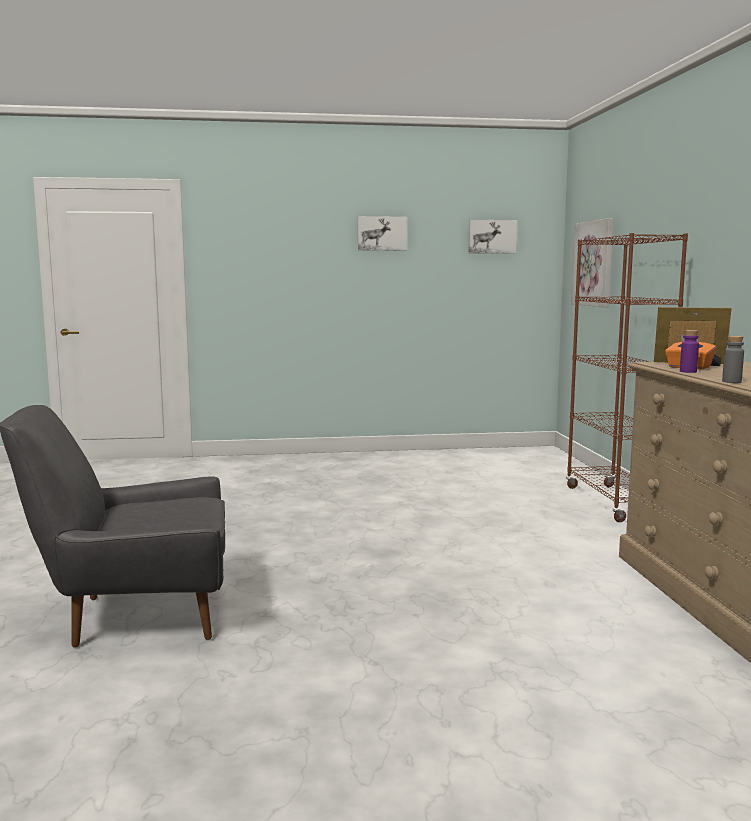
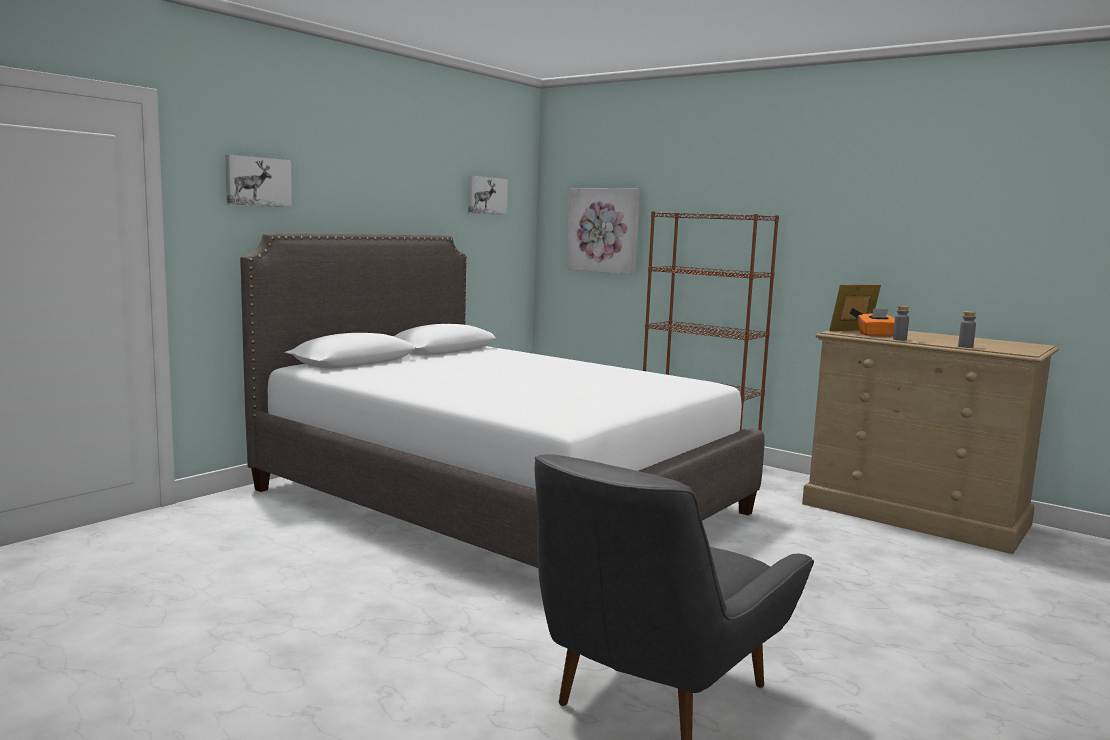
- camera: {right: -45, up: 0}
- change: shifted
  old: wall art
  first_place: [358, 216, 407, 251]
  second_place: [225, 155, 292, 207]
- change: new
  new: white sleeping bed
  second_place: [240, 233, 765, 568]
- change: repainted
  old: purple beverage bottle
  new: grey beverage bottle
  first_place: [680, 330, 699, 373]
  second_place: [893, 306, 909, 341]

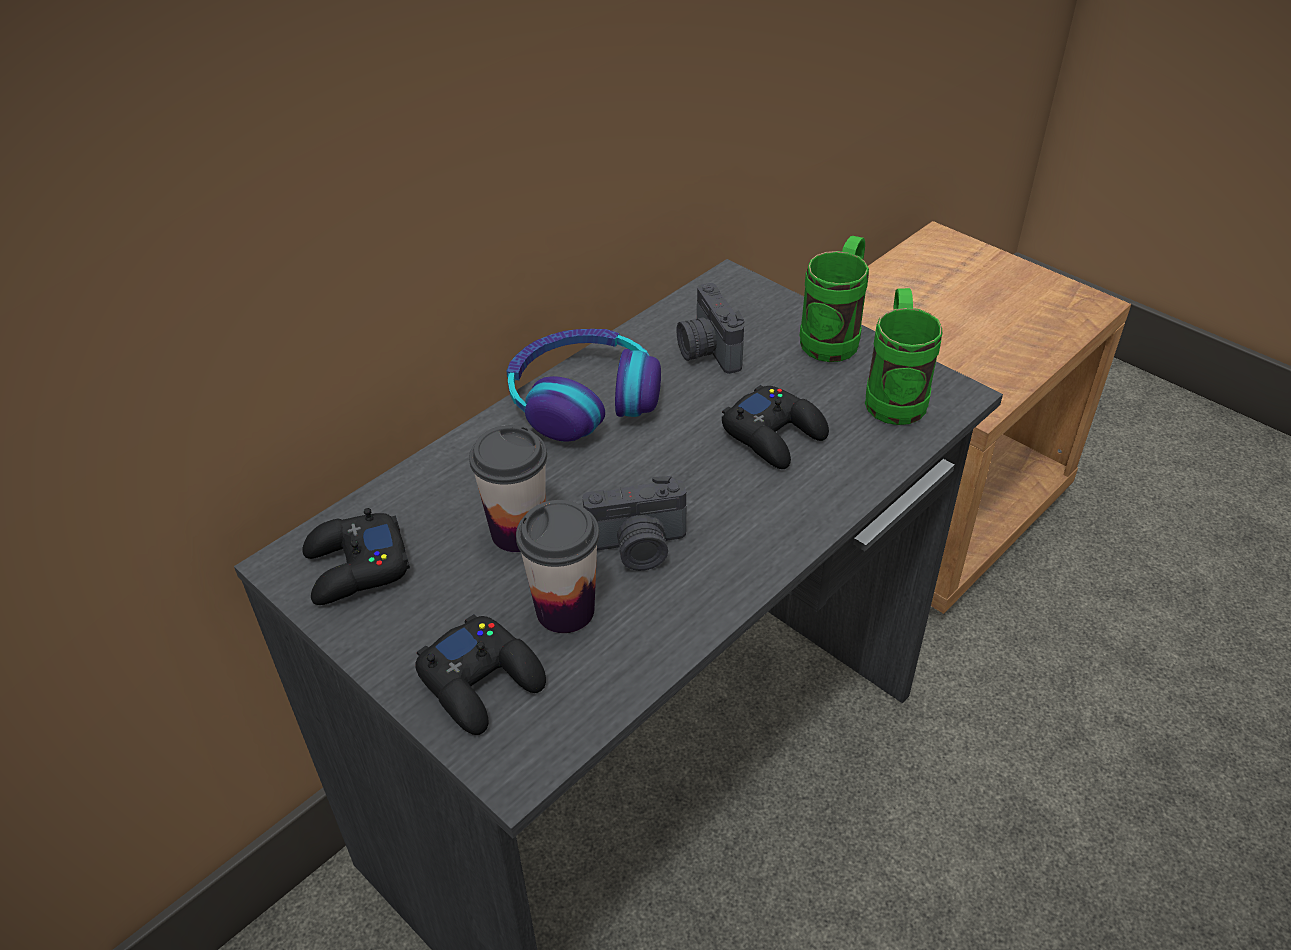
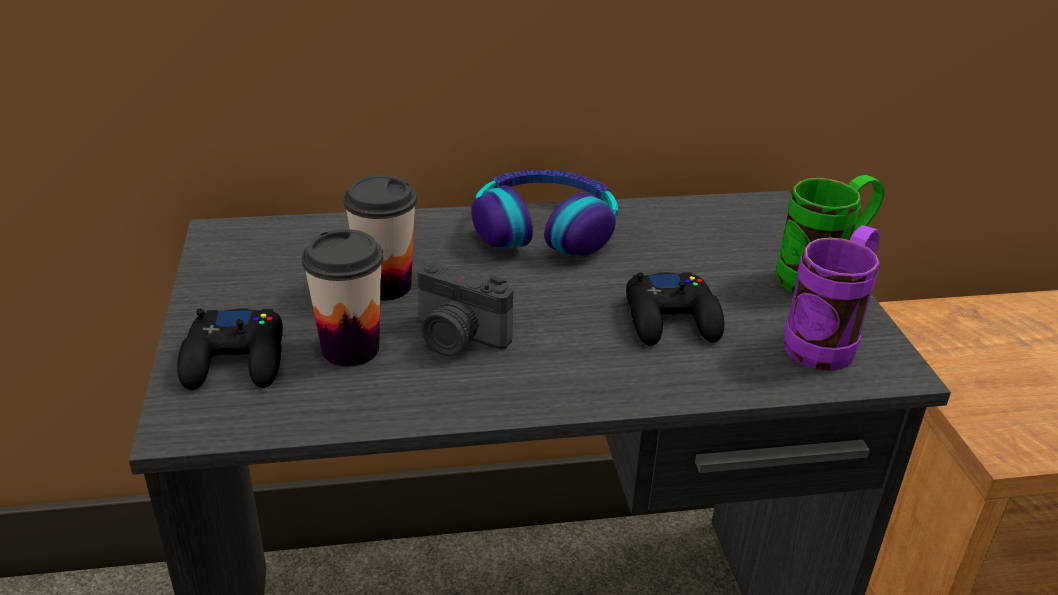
- camera: {right: 35, up: -10}
- change: repainted
  old: green coffee mug
  new: purple coffee mug
  first_place: [865, 288, 942, 425]
  second_place: [784, 225, 880, 371]
- change: gone
  old: black-coloured game controller
  first_place: [302, 508, 410, 605]
- change: gone
  old: still camera
  first_place: [676, 283, 744, 374]

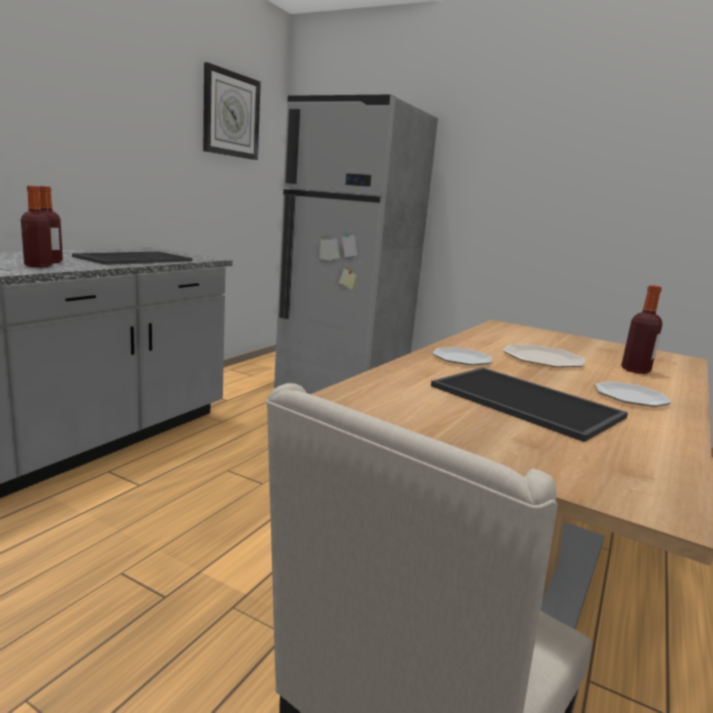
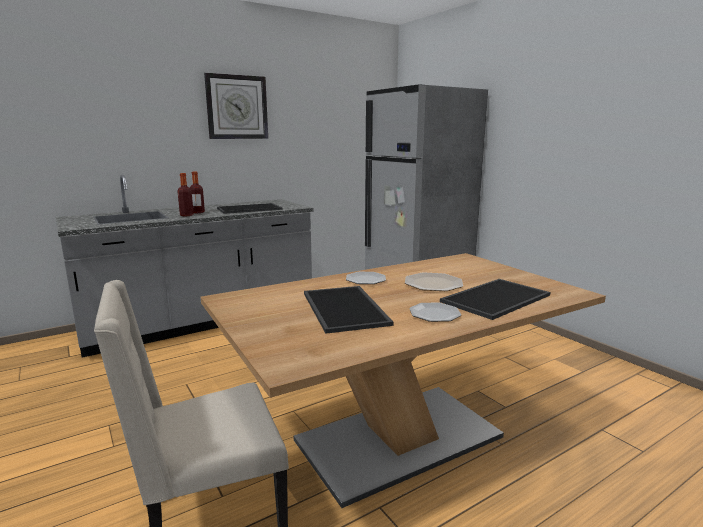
- camera: {right: 30, up: 0}
- change: shifted
  old: hanging clock
  first_place: [203, 62, 261, 160]
  second_place: [204, 73, 268, 139]
- change: swapped
  old: beverage bottle
  new: tray
  first_place: [621, 285, 663, 374]
  second_place: [440, 279, 551, 320]

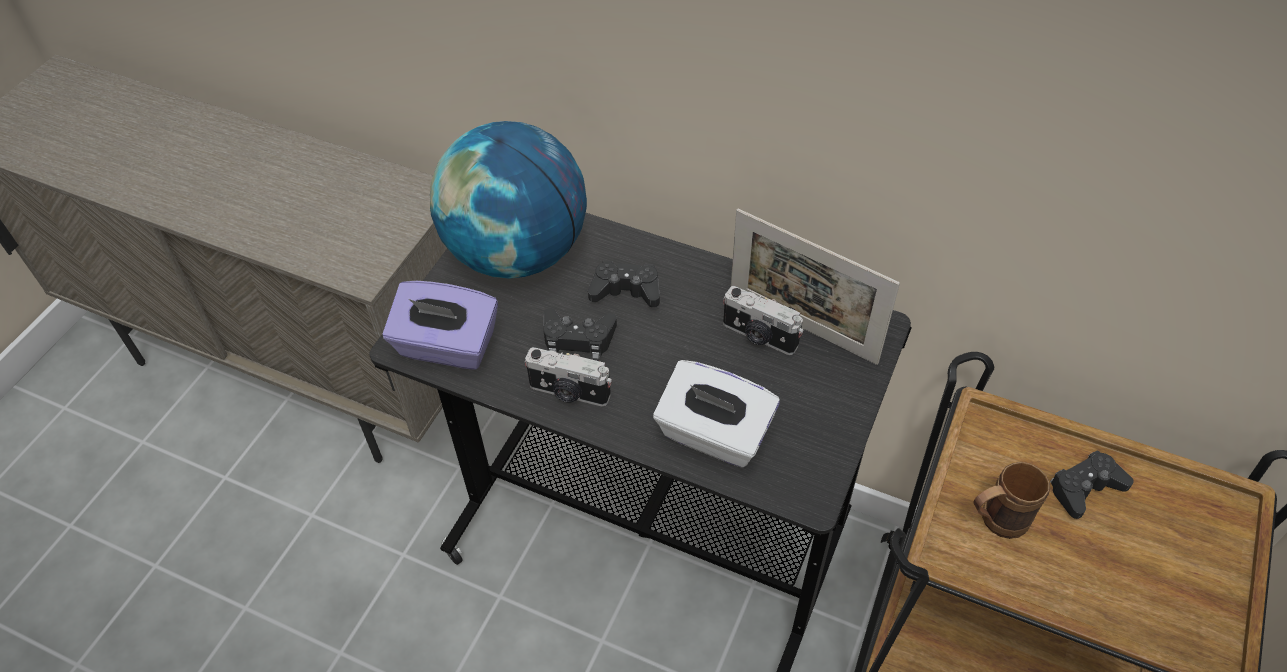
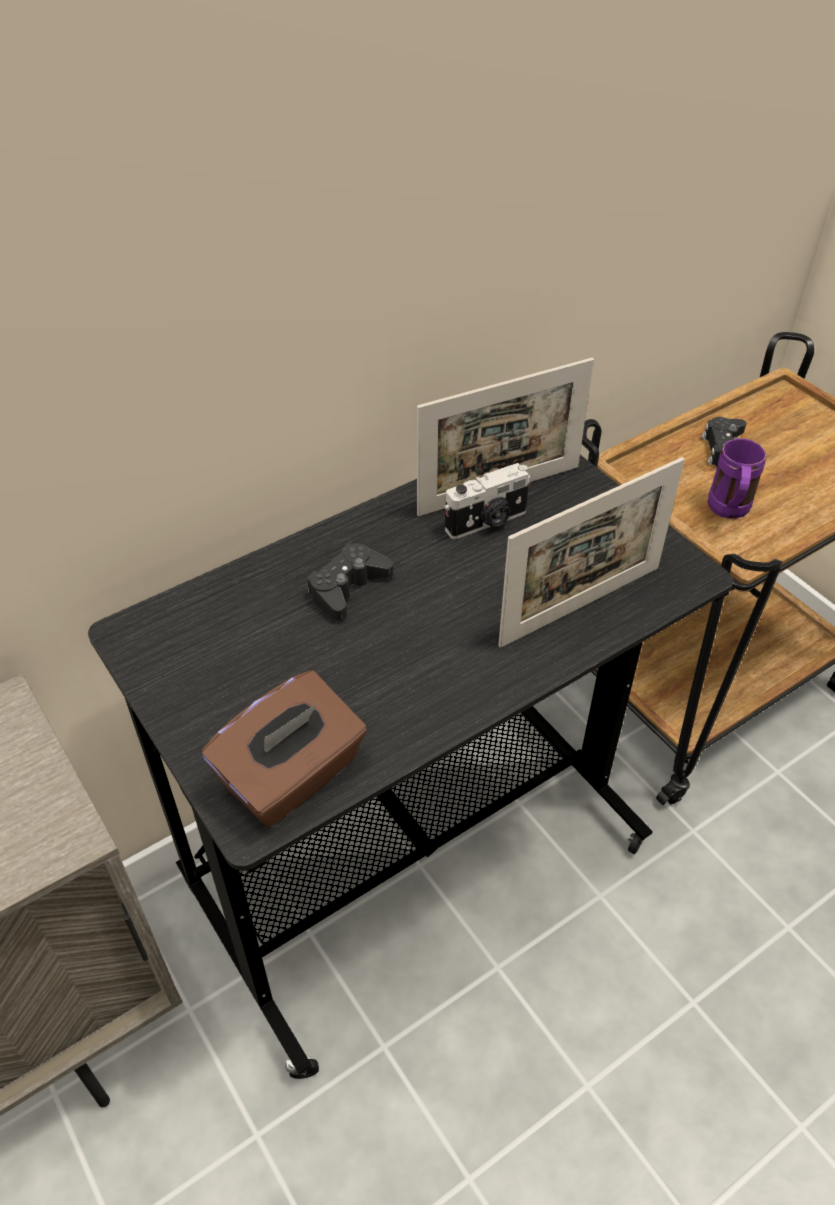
- camera: {right: -60, up: -5}
- change: repainted
  old: purple tissue holder
  new: brownish tissue holder
  first_place: [383, 281, 498, 370]
  second_place: [201, 670, 367, 827]
- change: swapped
  old: white tissue holder
  new: picture frame
  first_place: [653, 360, 780, 468]
  second_place: [498, 457, 685, 648]
- change: repainted
  old: brownish coffee mug
  new: purple coffee mug
  first_place: [973, 462, 1050, 539]
  second_place: [708, 439, 767, 519]
- change: gone
  old: world globe
  first_place: [430, 121, 587, 278]
- change: gone
  old: still camera
  first_place: [525, 347, 612, 407]
- change: gone
  old: black-coloured game controller
  first_place: [543, 308, 617, 359]

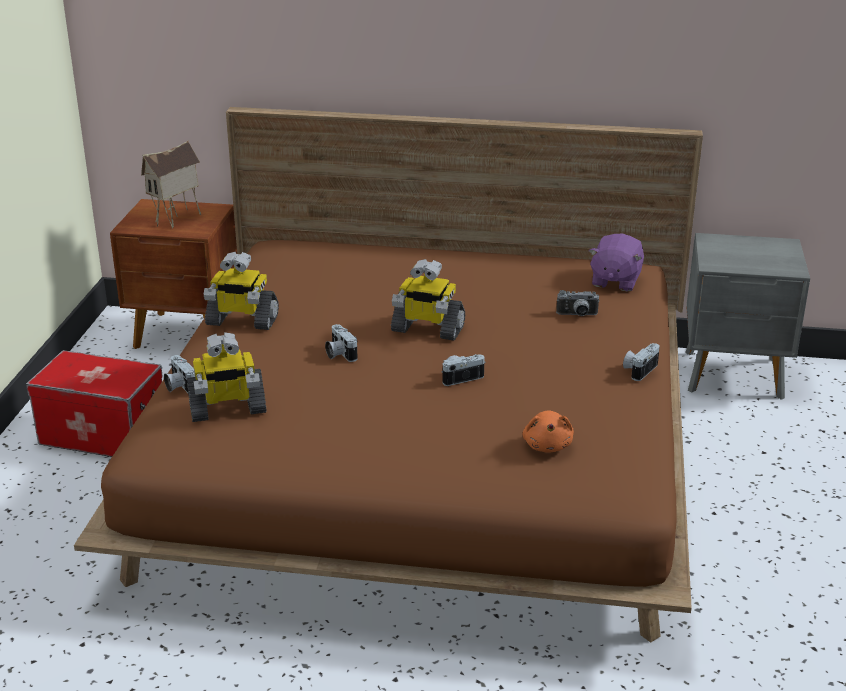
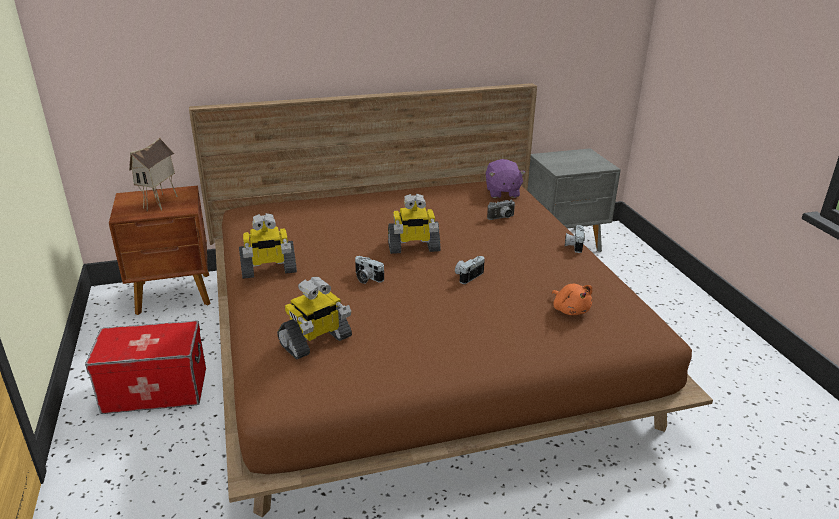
- camera: {right: -25, up: 0}
- change: gone
  old: still camera
  first_place: [164, 355, 195, 393]

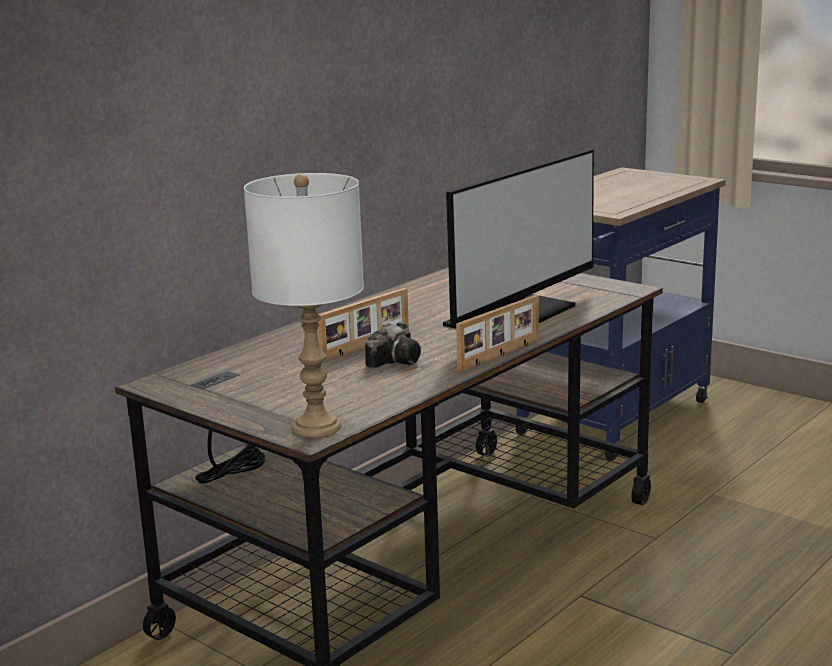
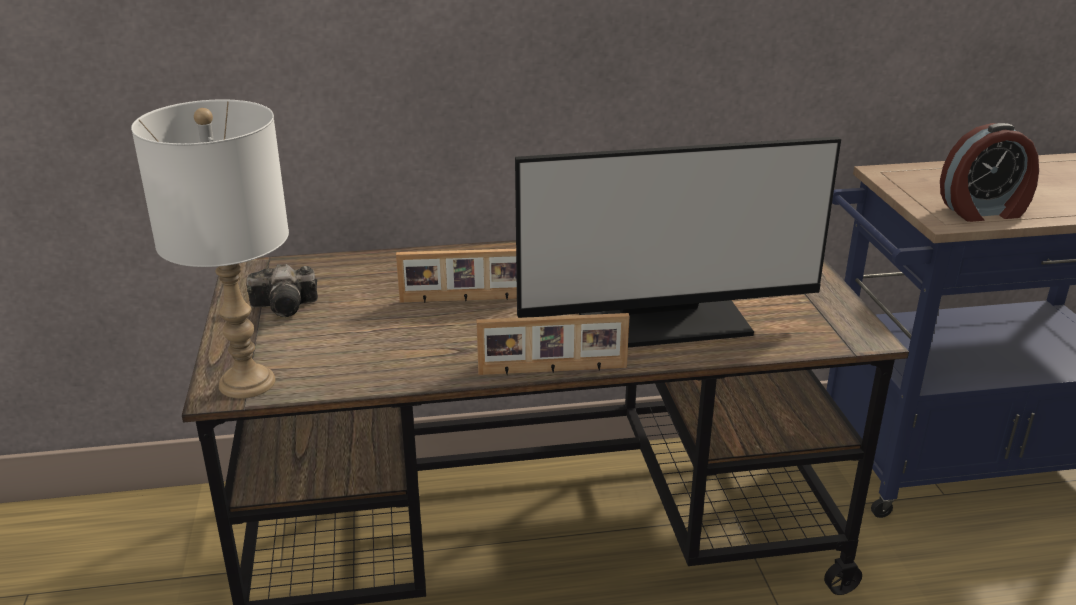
- camera: {right: 40, up: 10}
- change: shifted
  old: still camera
  first_place: [365, 322, 421, 369]
  second_place: [246, 264, 318, 317]
- change: new
  new: table clock
  second_place: [940, 123, 1039, 222]

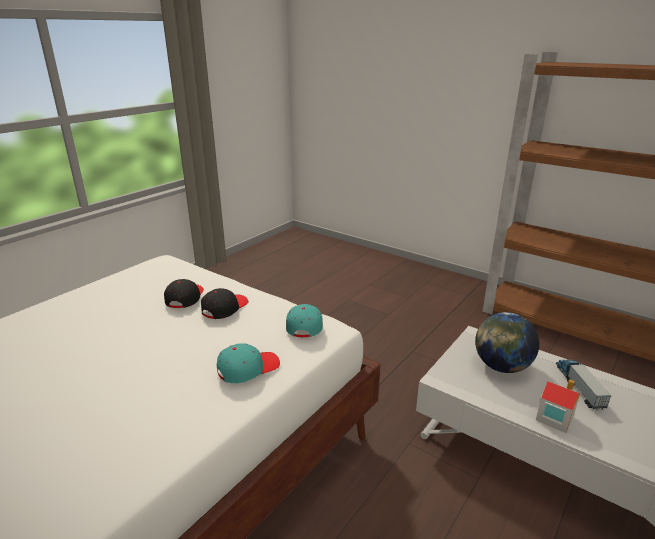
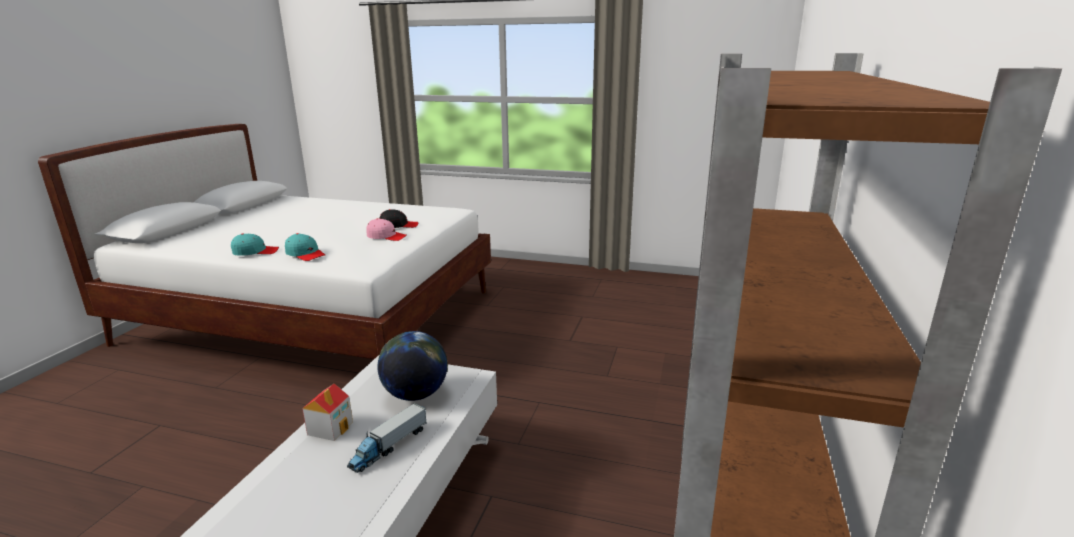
- camera: {right: 70, up: -5}
- change: shifted
  old: blue-green cap
  first_place: [286, 304, 323, 337]
  second_place: [231, 233, 279, 256]
- change: rotated
  old: toy lorry
  first_place: [556, 360, 611, 410]
  second_place: [347, 403, 427, 473]
  degrees: 150
- change: repainted
  old: black-coloured cap
  new: pink-coloured cap
  first_place: [201, 288, 249, 319]
  second_place: [366, 218, 407, 241]

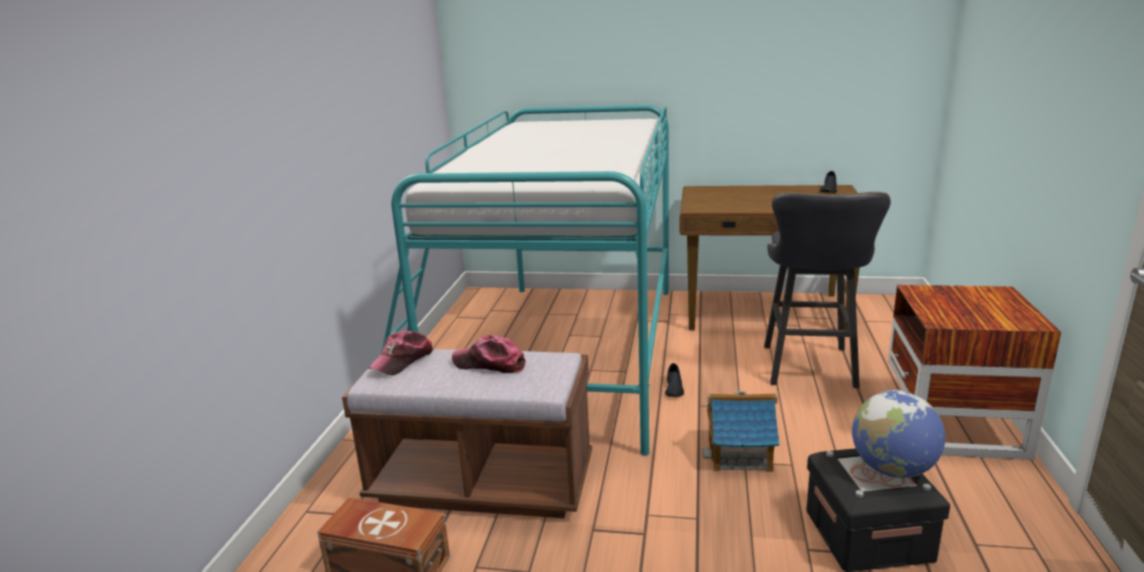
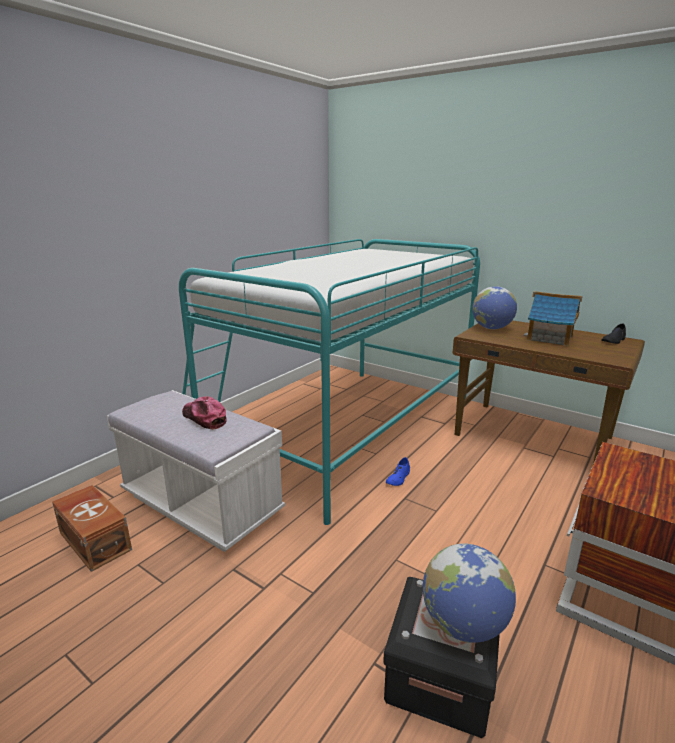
- camera: {right: 25, up: 0}
- change: repainted
  old: brownish bench
  new: white bench
  first_place: [342, 349, 592, 518]
  second_place: [107, 390, 285, 552]
- change: repainted
  old: black-coloured shoe
  new: blue-coloured shoe
  first_place: [665, 363, 684, 397]
  second_place: [386, 457, 410, 486]
- change: new
  new: world globe
  second_place: [472, 286, 517, 329]
- change: shifted
  old: toy house
  first_place: [702, 391, 779, 472]
  second_place: [523, 291, 583, 346]
- change: gone
  old: cap
  first_place: [368, 331, 434, 375]
- change: gone
  old: black-coloured stool
  first_place: [764, 192, 891, 388]

